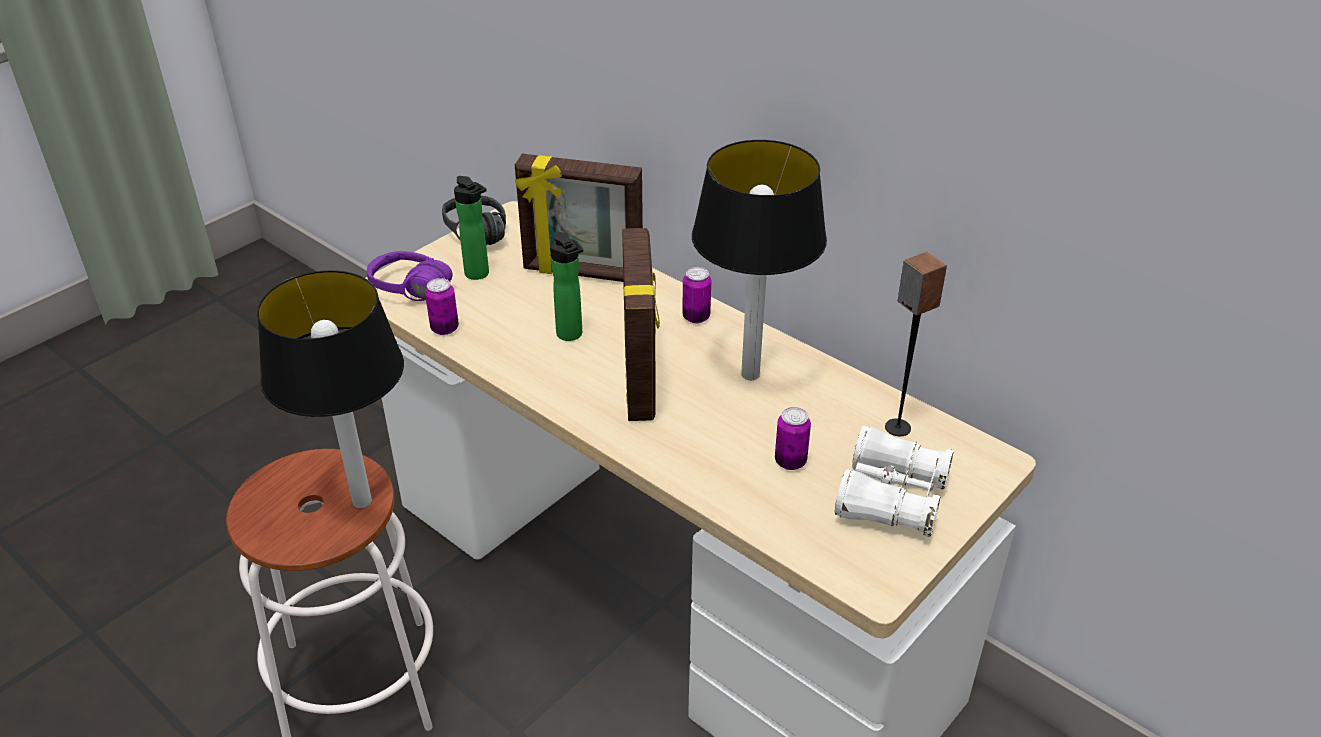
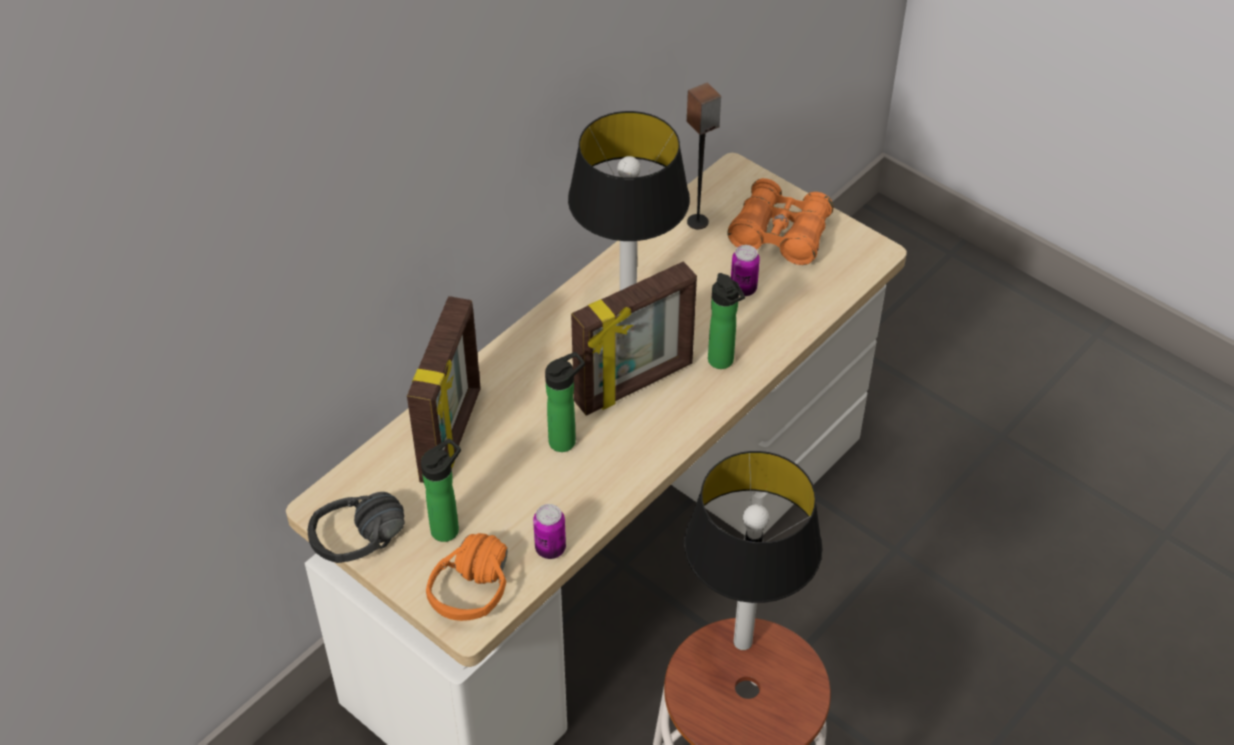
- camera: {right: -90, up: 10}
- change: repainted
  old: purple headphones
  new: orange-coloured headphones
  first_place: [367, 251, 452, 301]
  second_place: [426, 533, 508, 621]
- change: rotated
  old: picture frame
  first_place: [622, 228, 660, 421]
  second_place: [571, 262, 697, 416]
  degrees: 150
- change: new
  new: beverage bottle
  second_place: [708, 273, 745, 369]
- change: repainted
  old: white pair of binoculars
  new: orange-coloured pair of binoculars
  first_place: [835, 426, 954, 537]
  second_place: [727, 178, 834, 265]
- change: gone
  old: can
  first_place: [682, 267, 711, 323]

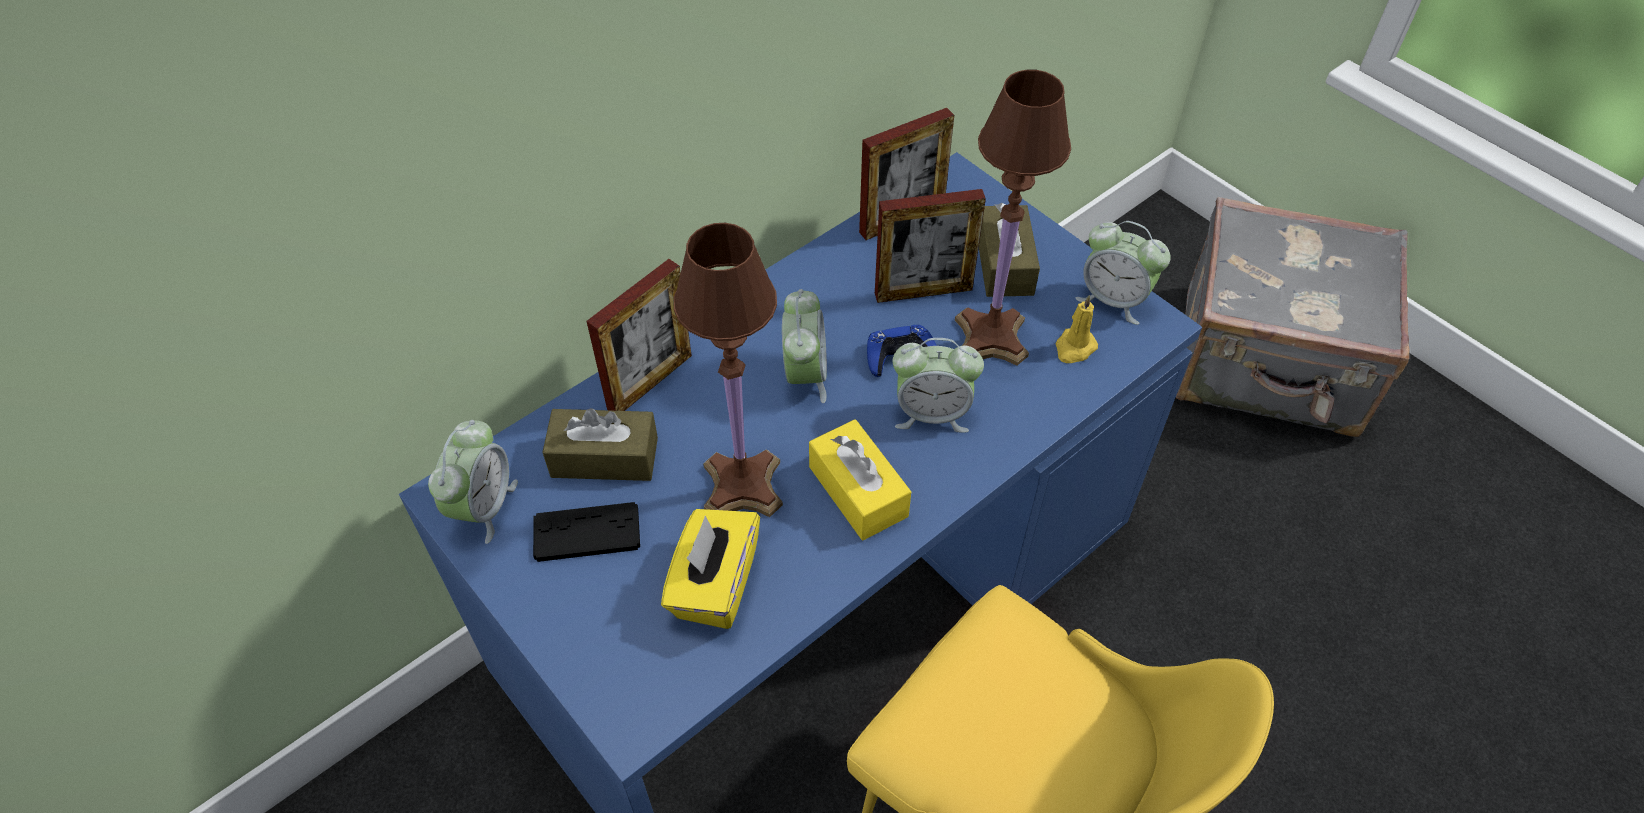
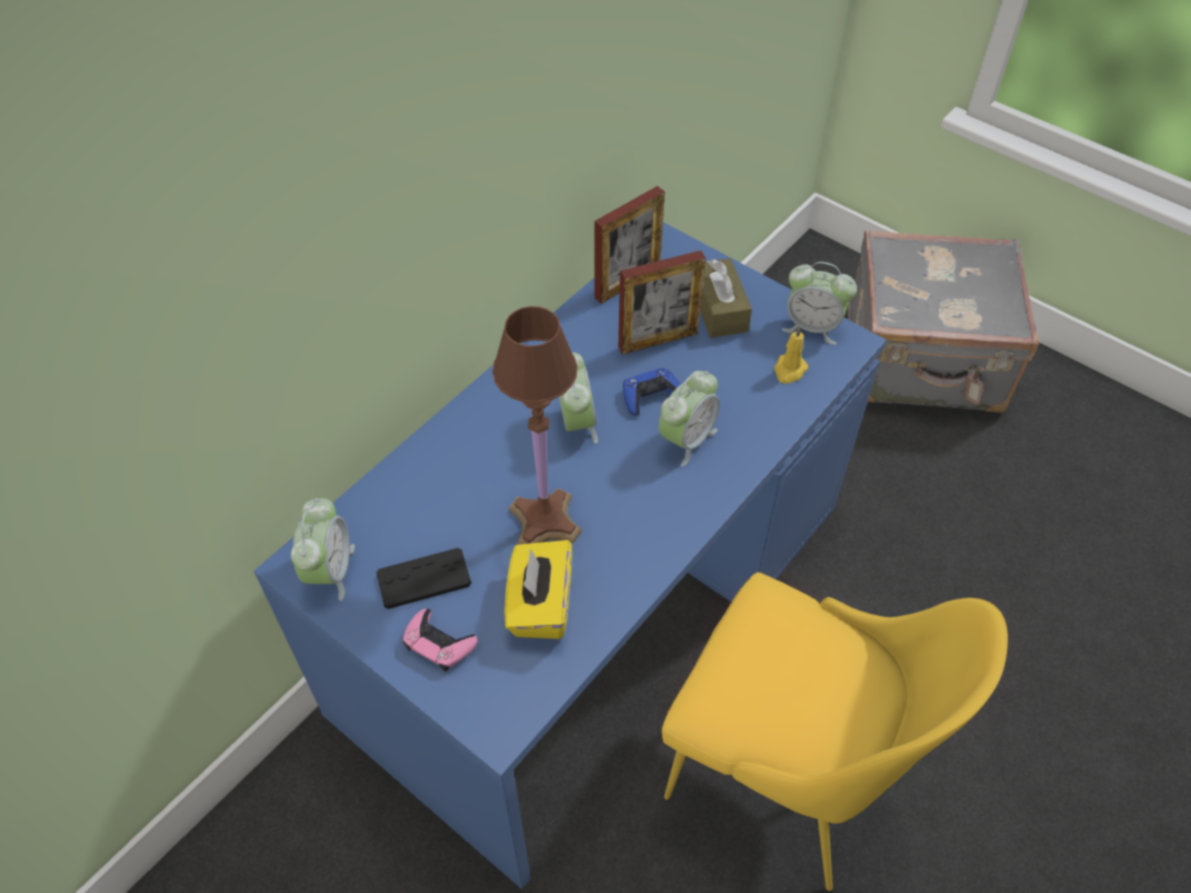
- camera: {right: -10, up: 0}
- change: new
  new: pink-coloured game controller
  second_place: [403, 609, 478, 671]
- change: rotated
  old: table clock
  first_place: [893, 338, 984, 433]
  second_place: [659, 371, 720, 466]
  degrees: -45
- change: gone
  old: brownish tissue holder
  first_place: [542, 408, 658, 481]
- change: gone
  old: picture frame
  first_place: [587, 259, 692, 411]
- change: gone
  old: yellow tissue holder
  first_place: [809, 419, 911, 540]
- change: gone
  old: brownish tabletop lamp
  first_place: [955, 70, 1071, 366]

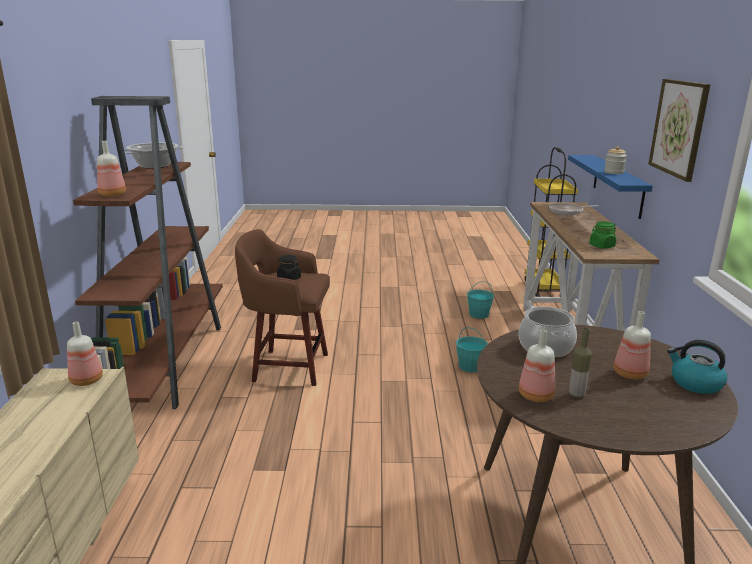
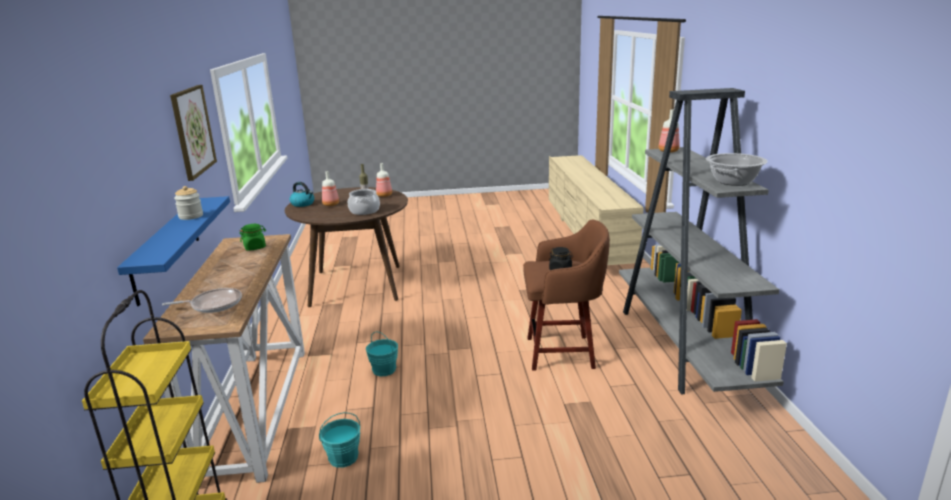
- camera: {right: 175, up: 0}
- change: repainted
  old: brownish bookcase
  new: grey bookcase
  first_place: [73, 96, 223, 409]
  second_place: [619, 88, 787, 395]
- change: gone
  old: beverage bottle
  first_place: [67, 322, 103, 386]

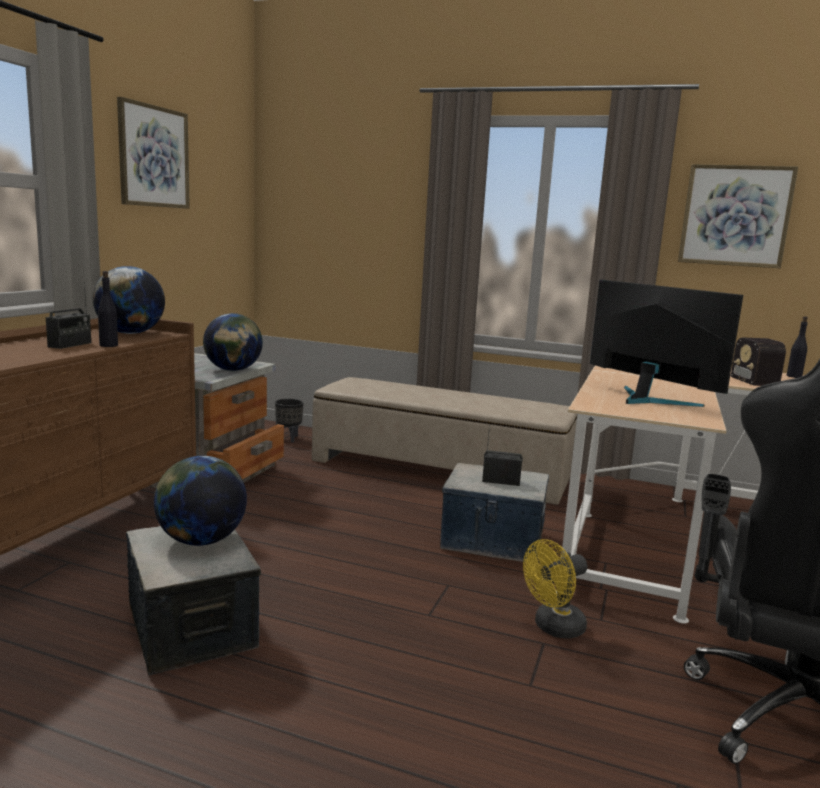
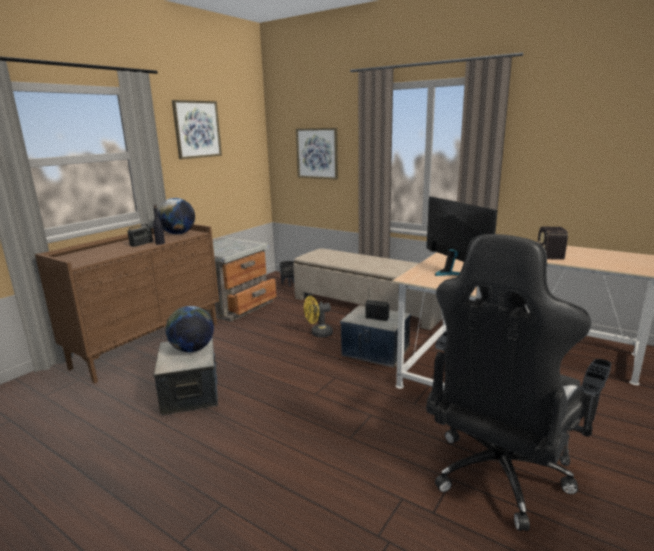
- camera: {right: 15, up: 5}
- change: shifted
  old: wall art
  first_place: [678, 164, 798, 268]
  second_place: [296, 128, 338, 180]
- change: shifted
  old: yellow electric fan
  first_place: [523, 539, 587, 639]
  second_place: [304, 296, 333, 338]
- change: gone
  old: world globe
  first_place: [203, 313, 263, 371]
- change: gone
  old: black-coloured beverage bottle
  first_place: [787, 316, 808, 378]

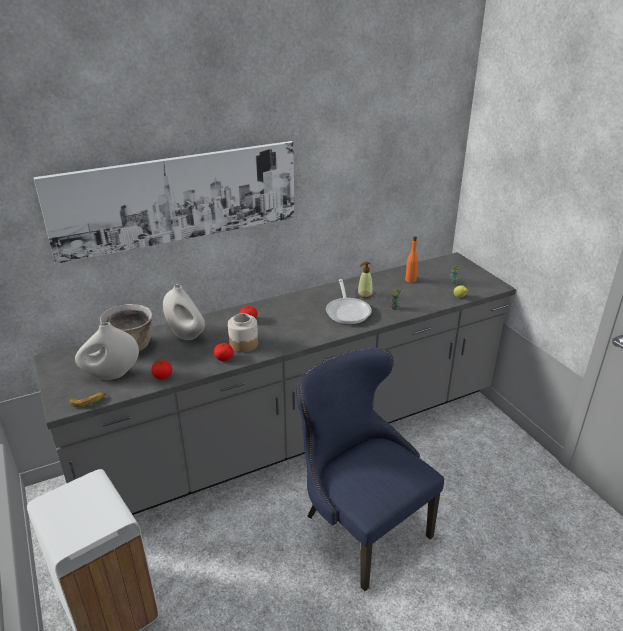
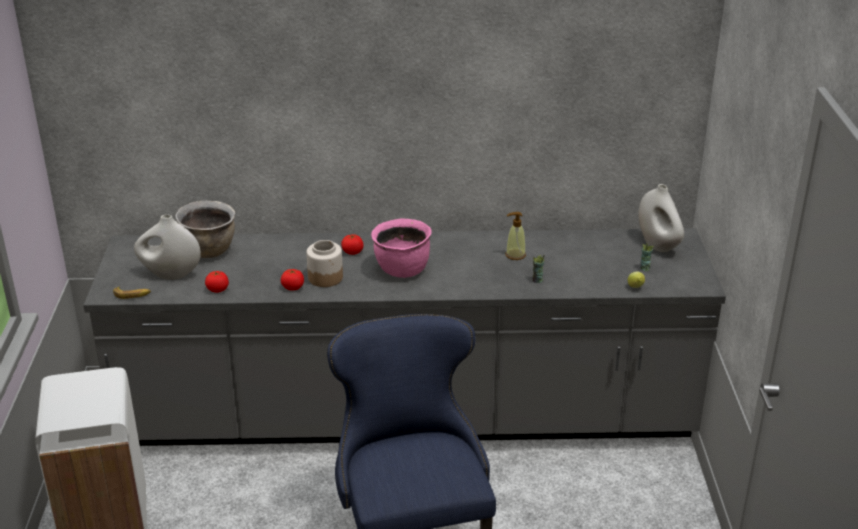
- camera: {right: 25, up: 0}
- change: new
  new: pink-coloured stockpot
  second_place: [371, 218, 432, 278]
- change: shifted
  old: white flower vase
  first_place: [163, 284, 205, 340]
  second_place: [639, 184, 684, 252]
- change: gone
  old: wall art
  first_place: [33, 141, 295, 264]
- change: gone
  old: pan
  first_place: [326, 279, 372, 324]
- change: gone
  old: orange-coloured beverage bottle
  first_place: [405, 236, 418, 283]

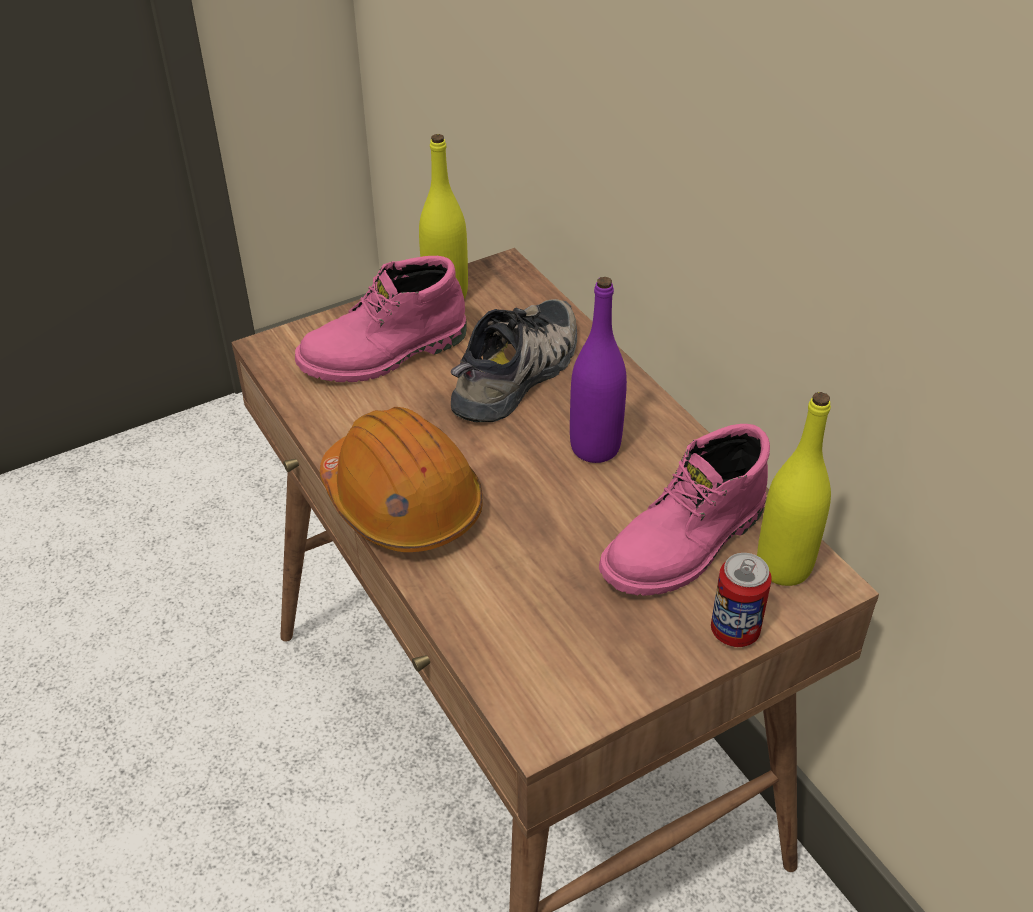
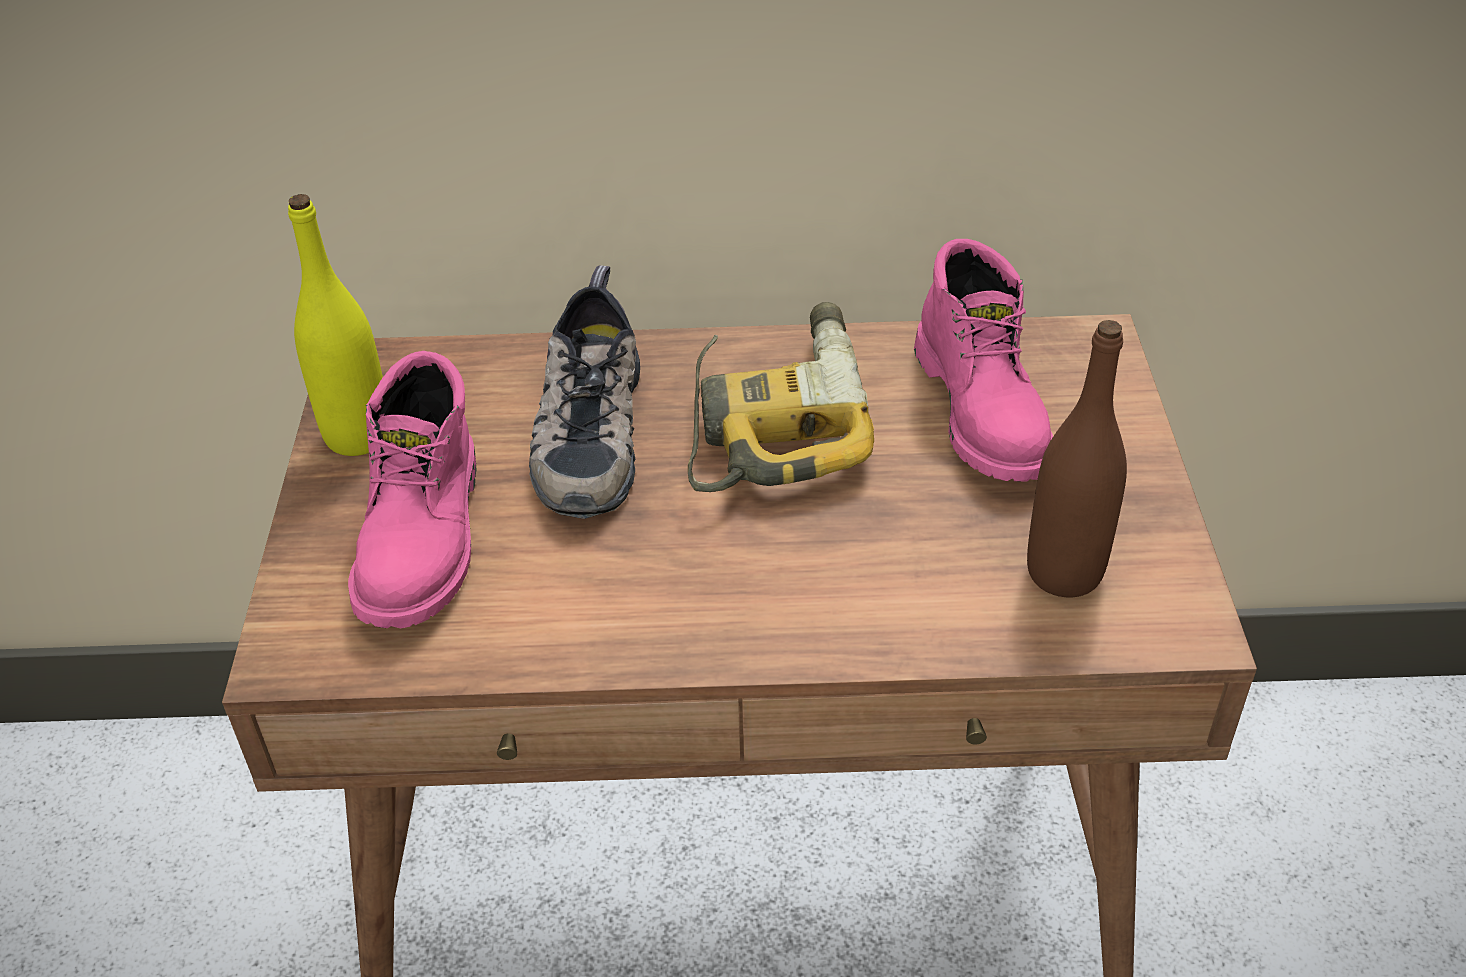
- camera: {right: -60, up: 0}
- change: rotated
  old: shoe
  first_place: [451, 299, 577, 423]
  second_place: [529, 265, 640, 519]
  degrees: -150
- change: swapped
  old: purple beverage bottle
  new: power drill
  first_place: [570, 277, 627, 463]
  second_place: [688, 302, 874, 492]
- change: new
  new: brownish beverage bottle
  second_place: [1027, 320, 1127, 598]
- change: gone
  old: orange-coloured work helmet
  first_place: [320, 407, 482, 552]
- change: gone
  old: can
  first_place: [711, 553, 772, 647]
- change: gone
  old: yellow beverage bottle
  first_place: [757, 392, 831, 586]

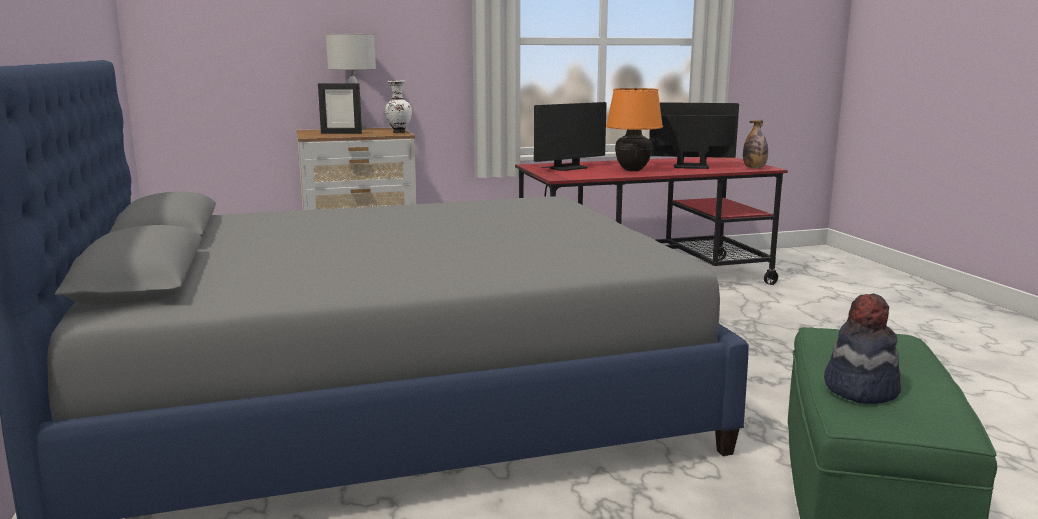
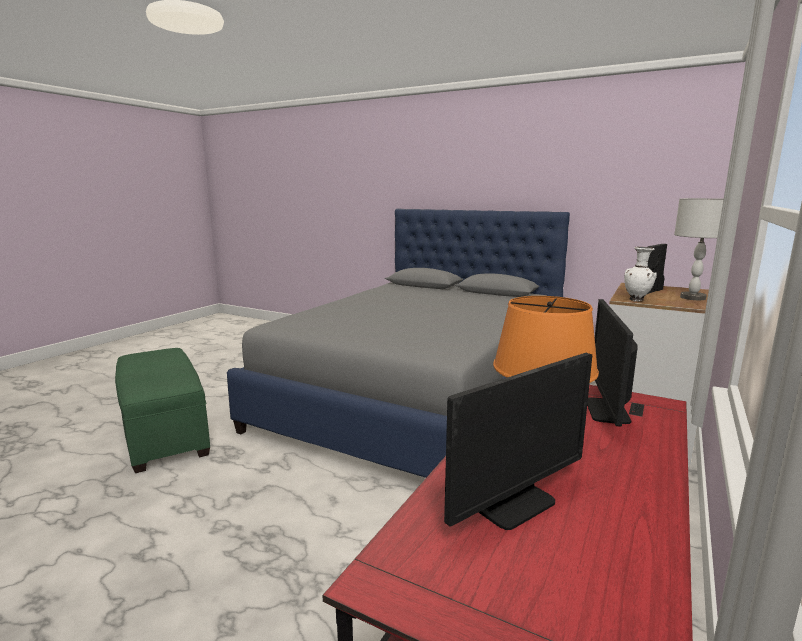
- camera: {right: 135, up: 0}
- change: gone
  old: beverage bottle
  first_place: [743, 120, 768, 168]
- change: gone
  old: wearable hat
  first_place: [824, 293, 901, 404]

